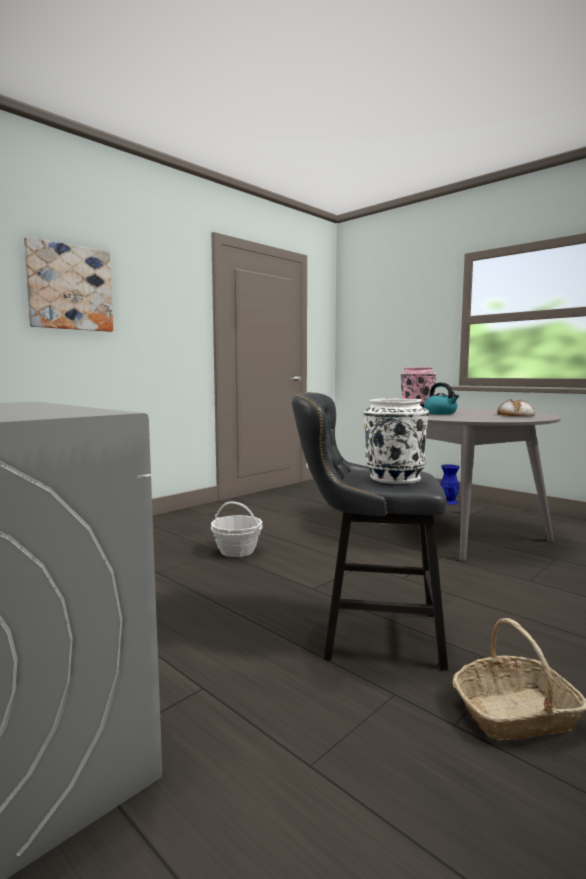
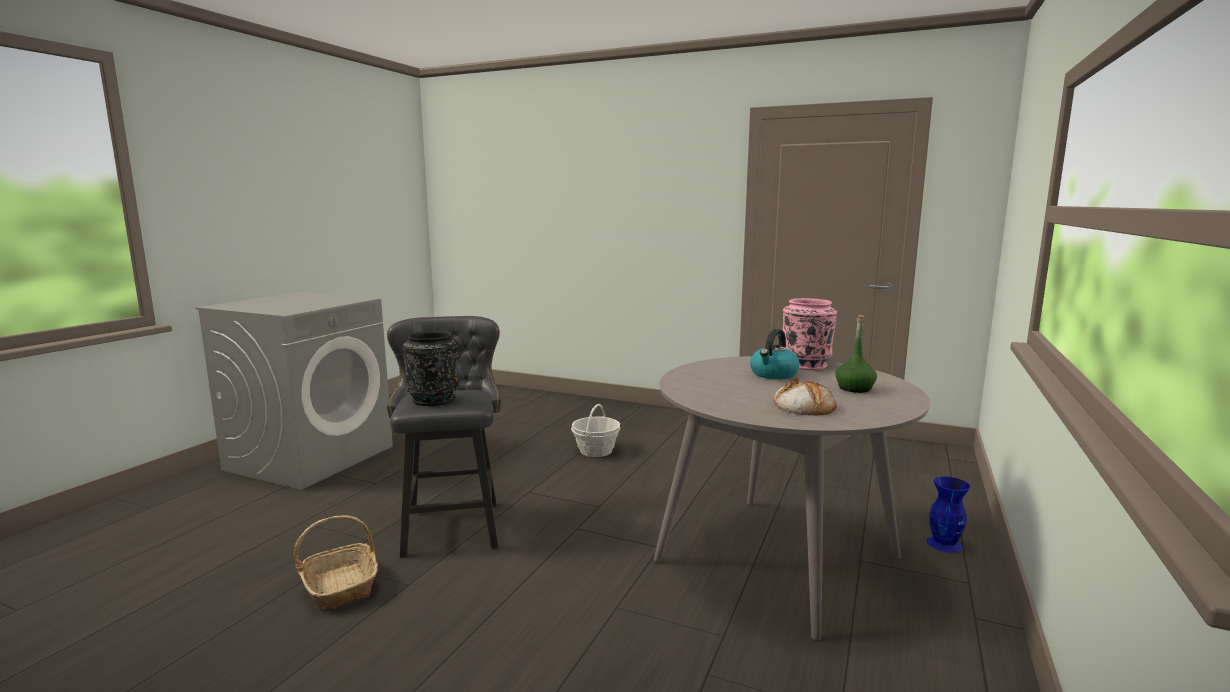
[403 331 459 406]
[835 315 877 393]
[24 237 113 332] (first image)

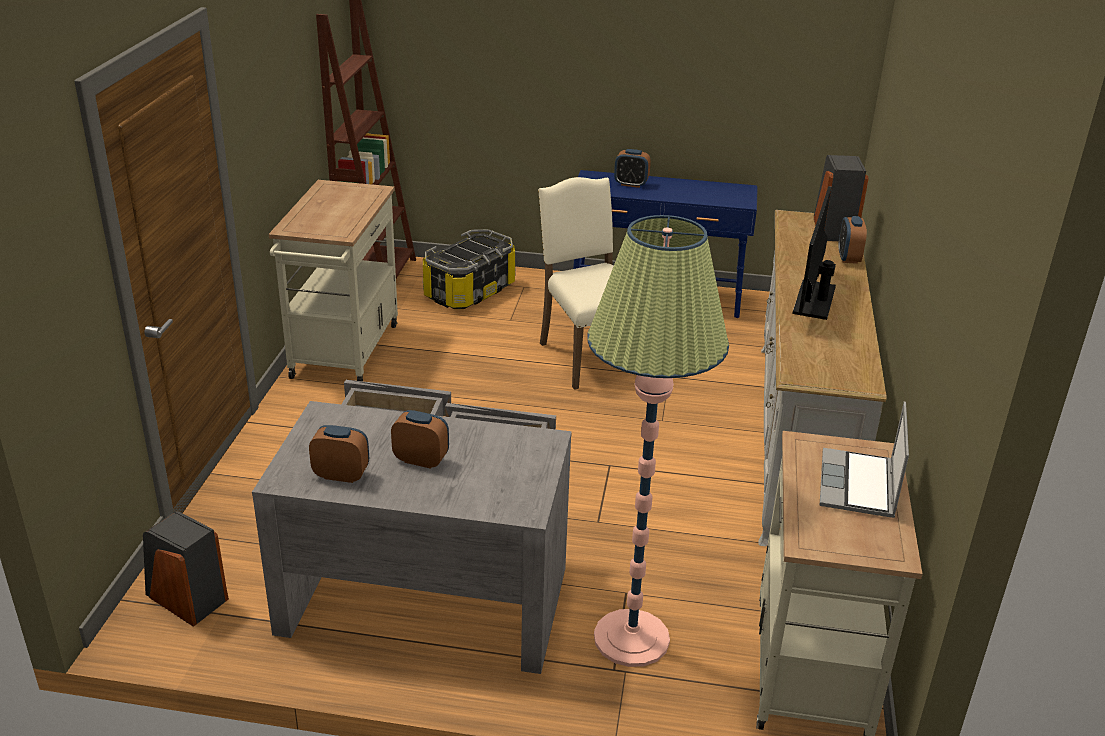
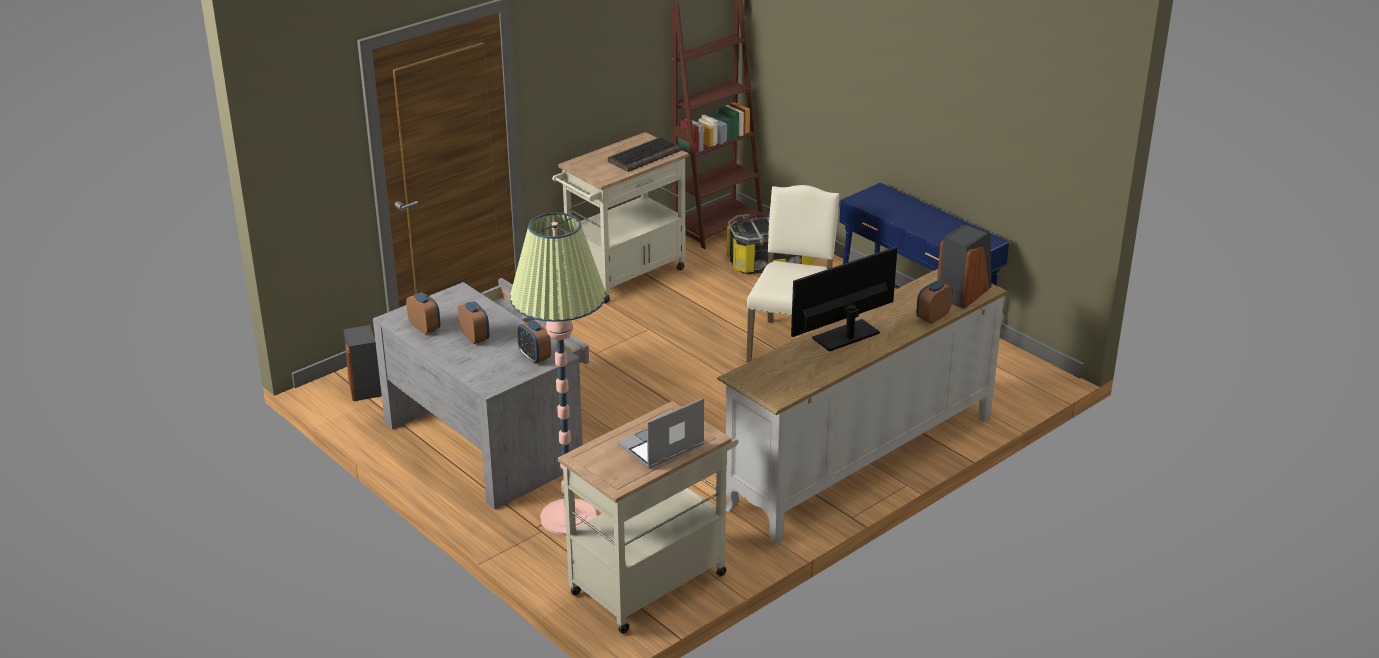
[517 320 551 364]
[608 137 681 172]

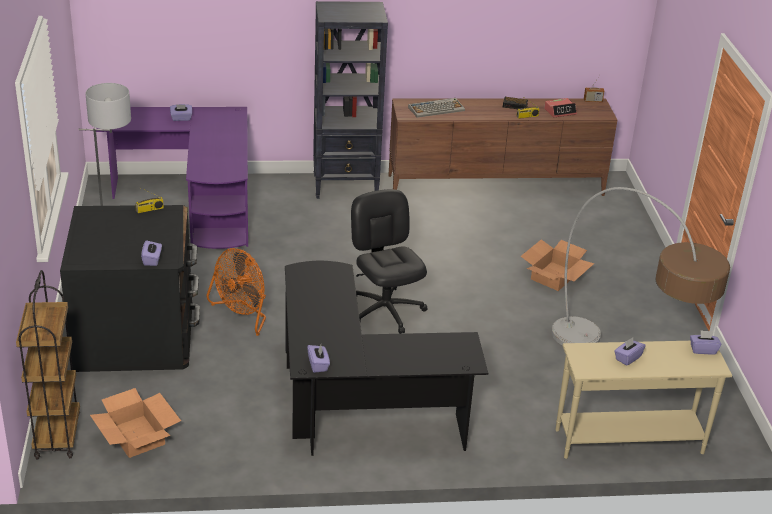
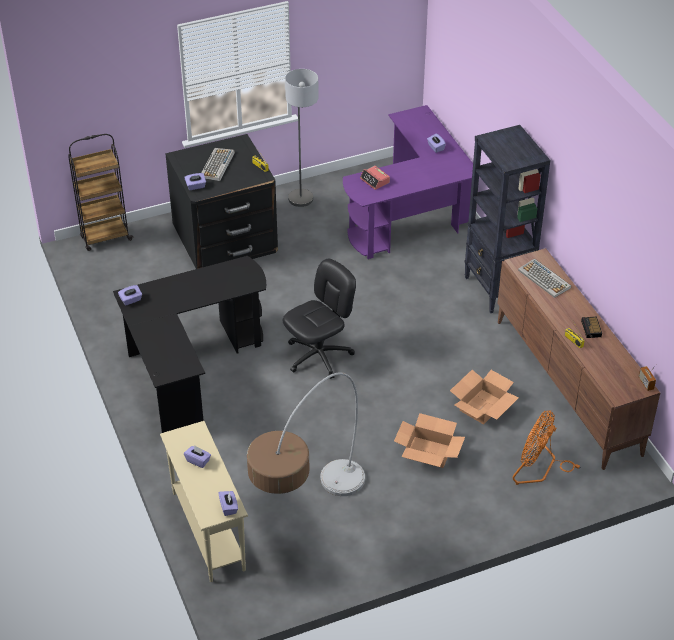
[201 148 235 181]
[360 166 390 190]
[450 370 519 424]
[513 410 581 485]

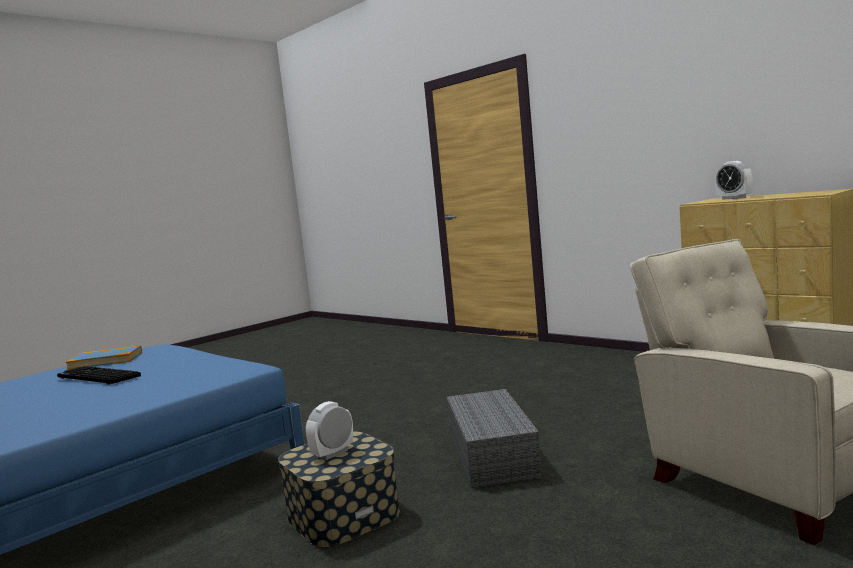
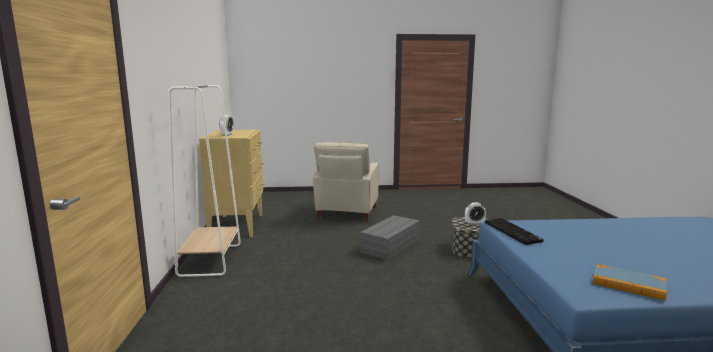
[168 85 241 277]
[485 218 544 245]

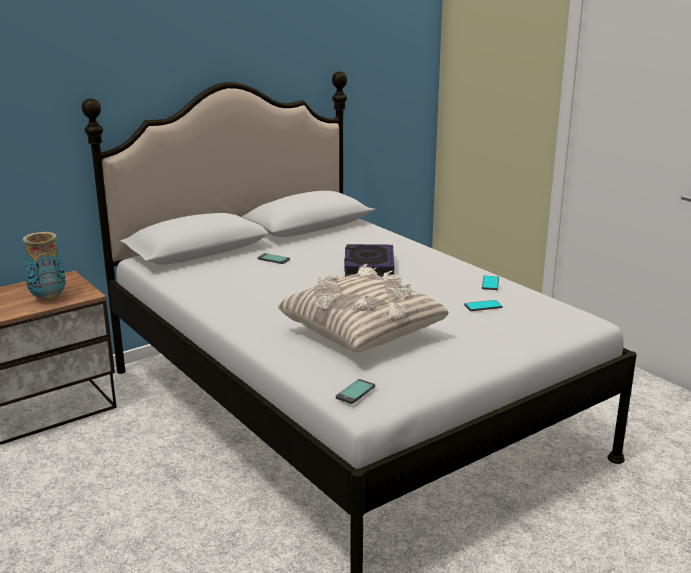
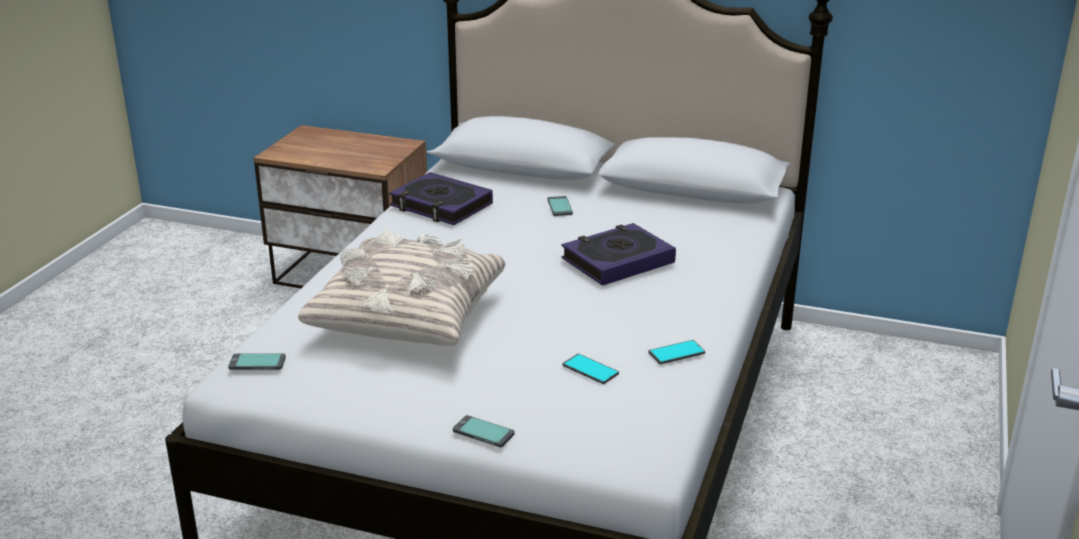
[389 172 493 225]
[453 415 514 447]
[23 232 66 301] (first image)

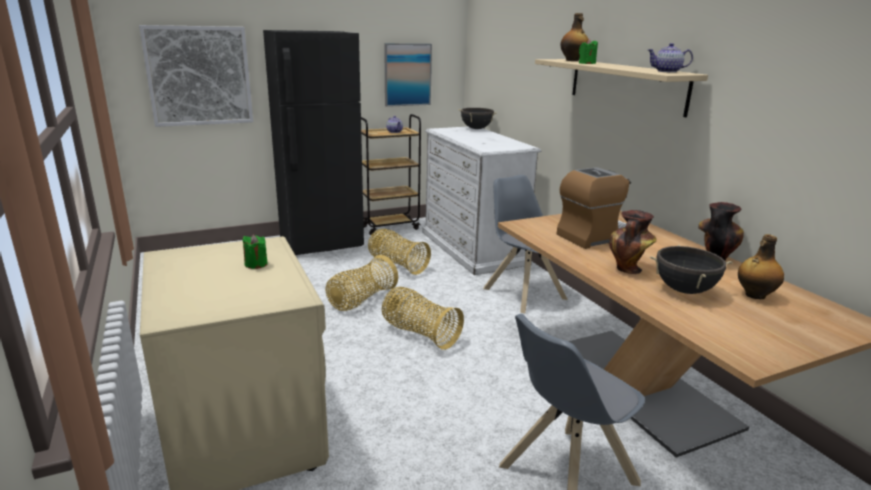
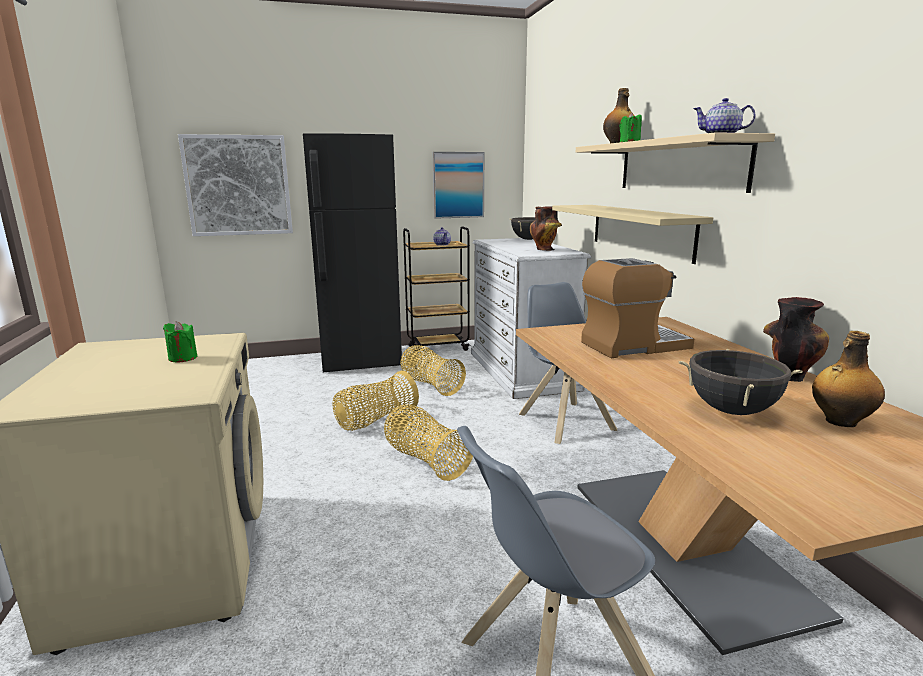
[530 206 562 251]
[552 205 713 264]

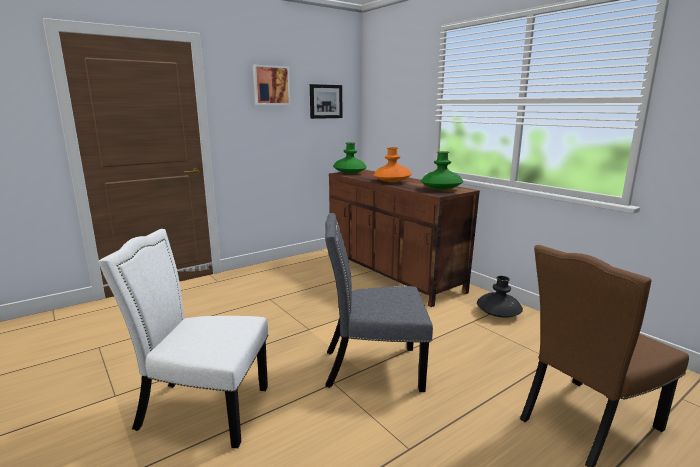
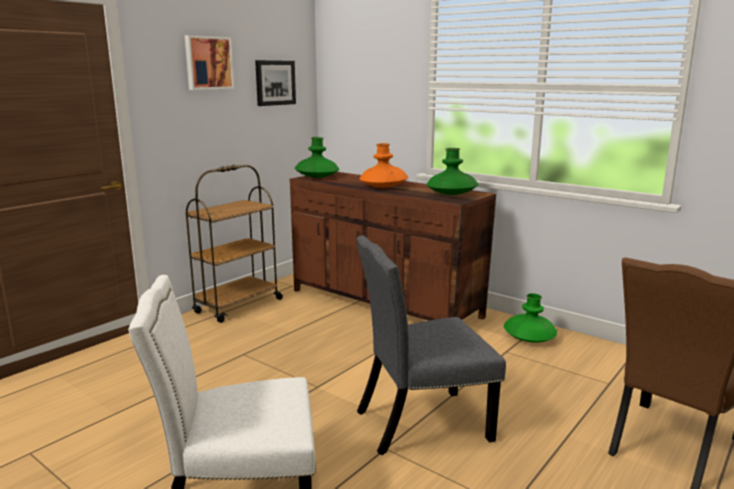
[186 165 283 323]
[504 293 557 343]

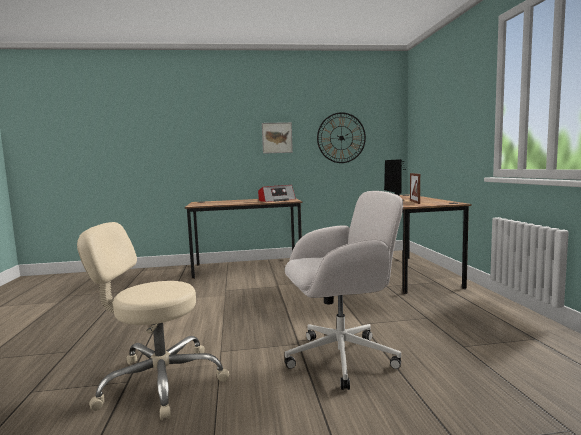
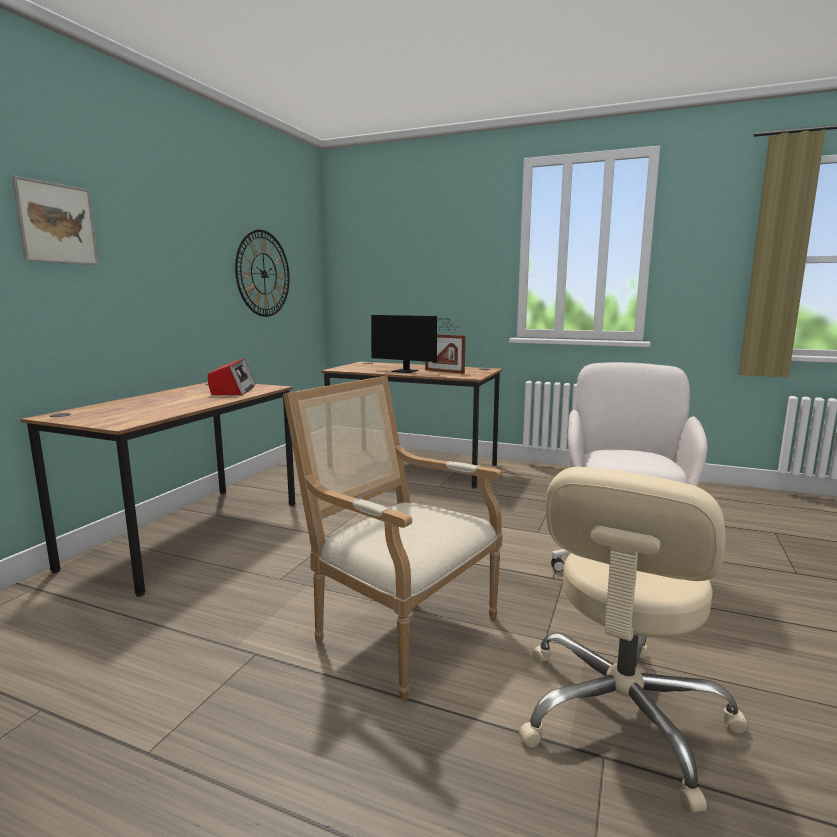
[12 176 99 265]
[283 376 503 700]

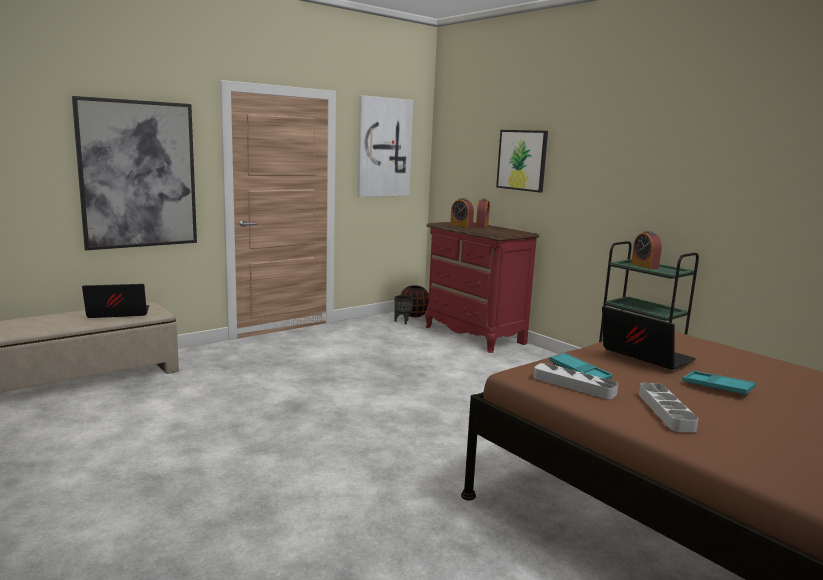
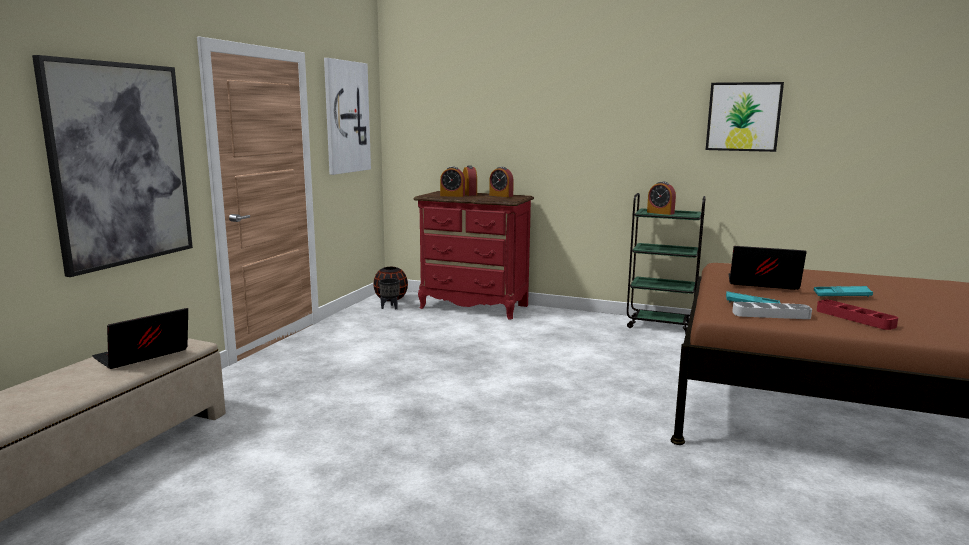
[489 167 514 197]
[706 82 784 152]
[817 300 898 330]

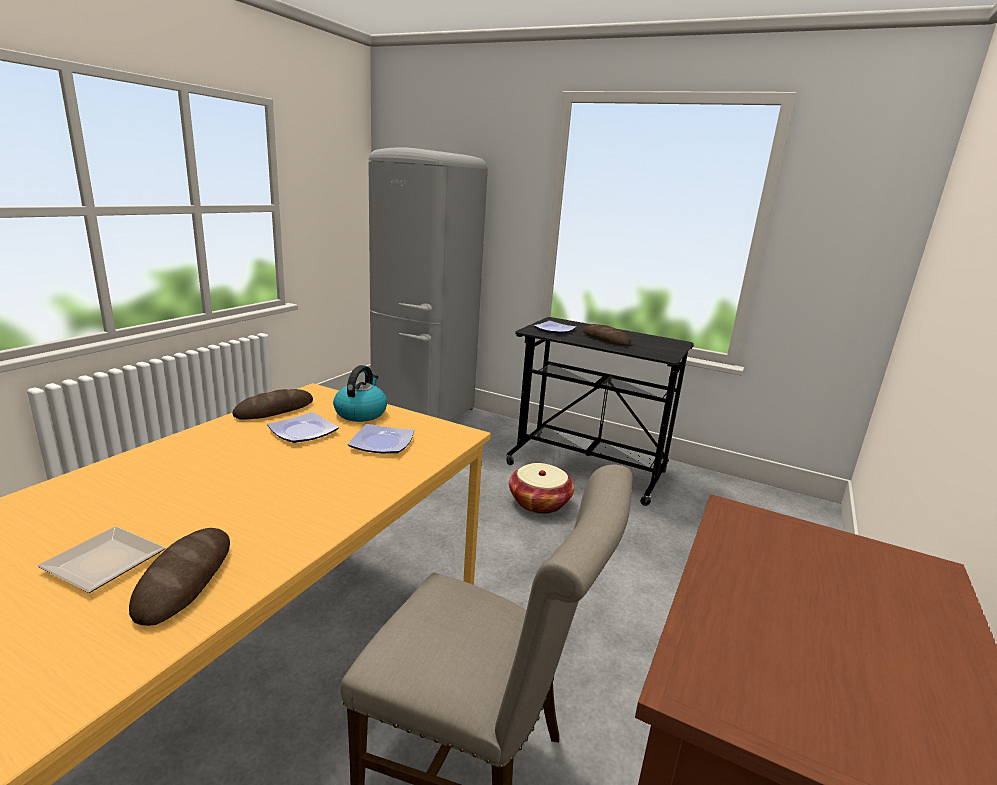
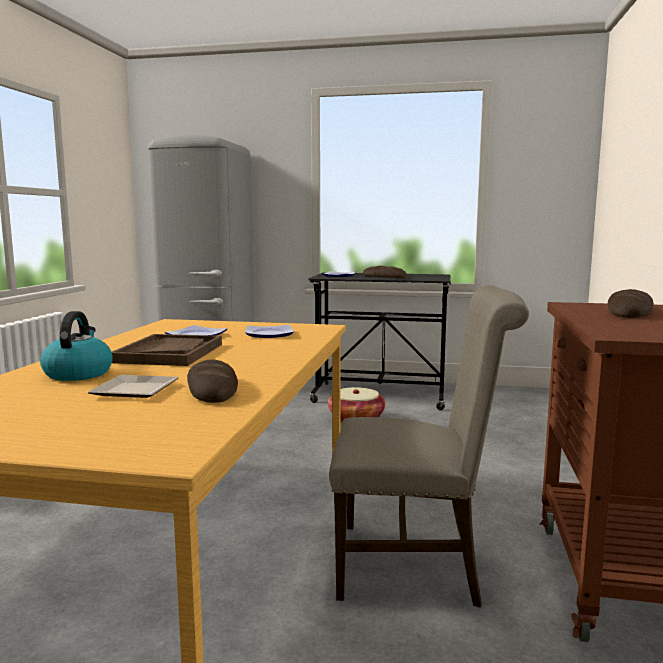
[40 311 113 381]
[112 334 222 366]
[608 289 654 318]

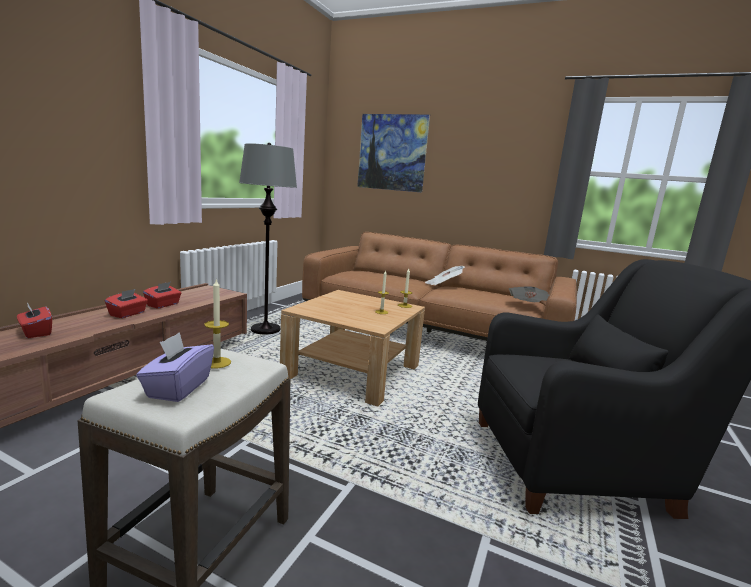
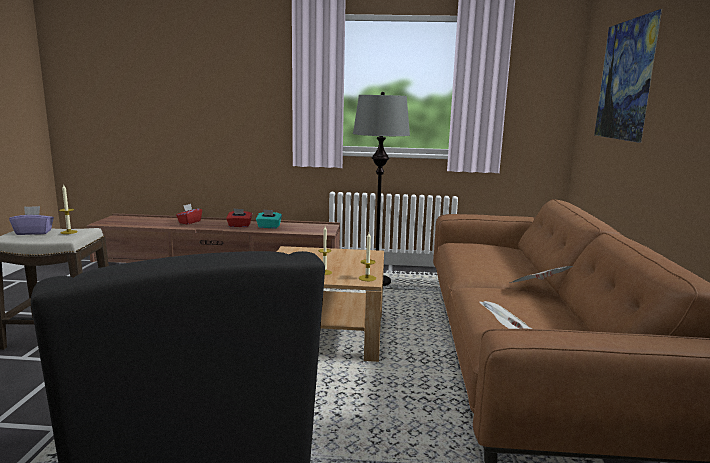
[256 209 282 228]

